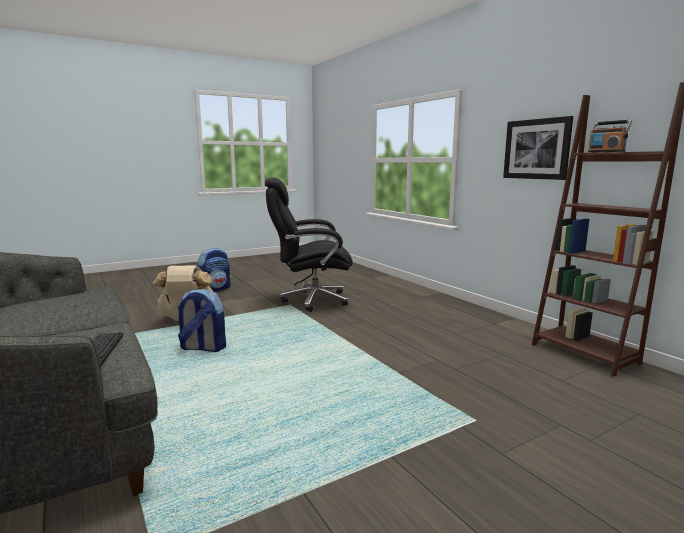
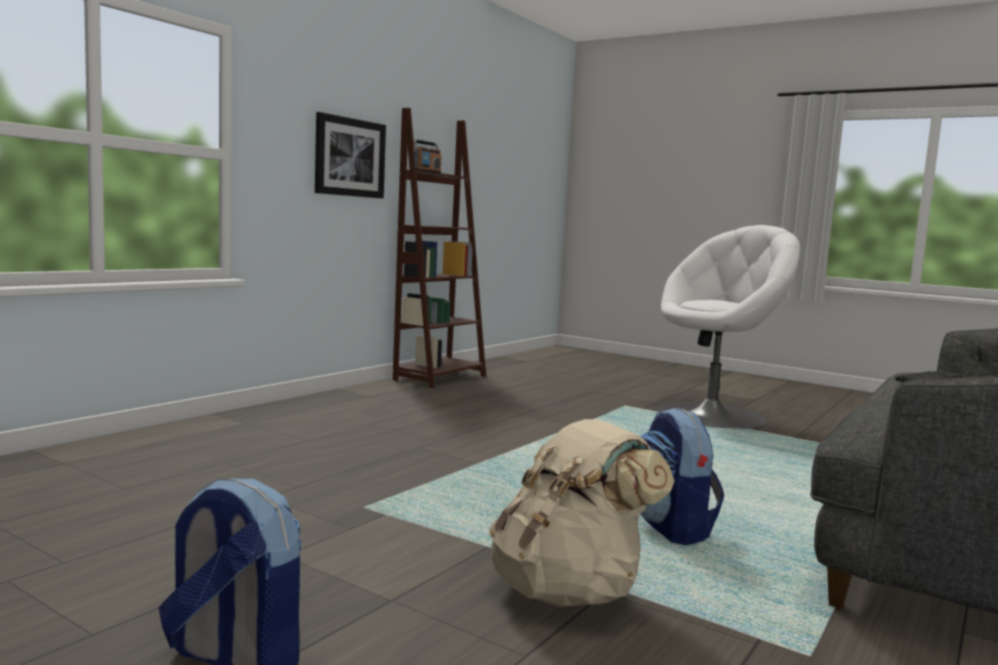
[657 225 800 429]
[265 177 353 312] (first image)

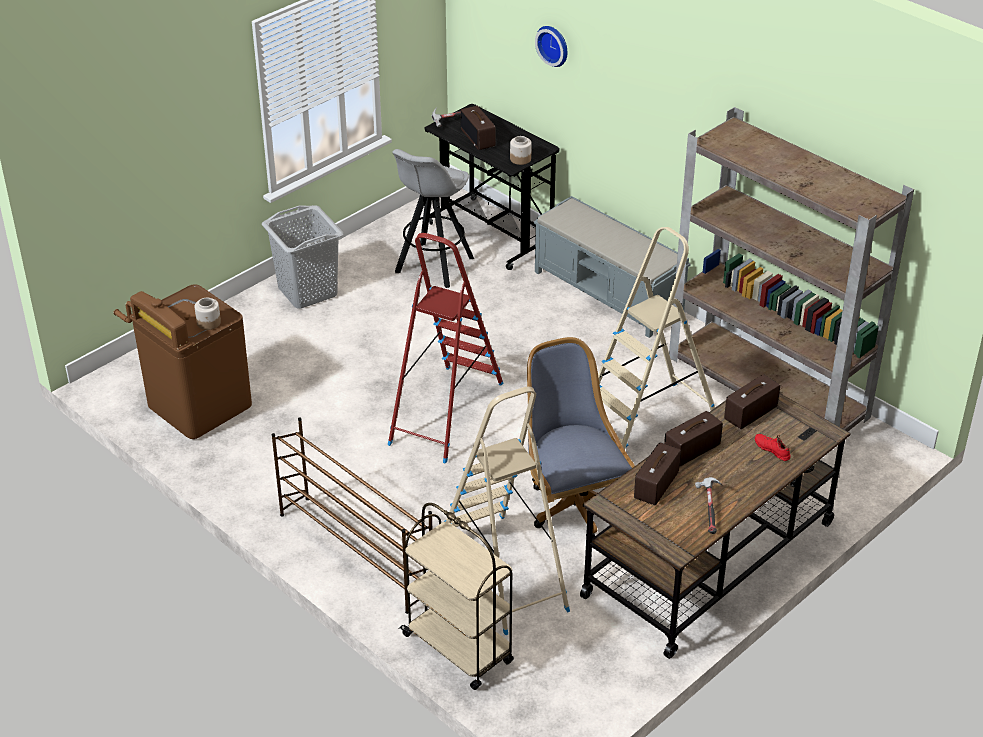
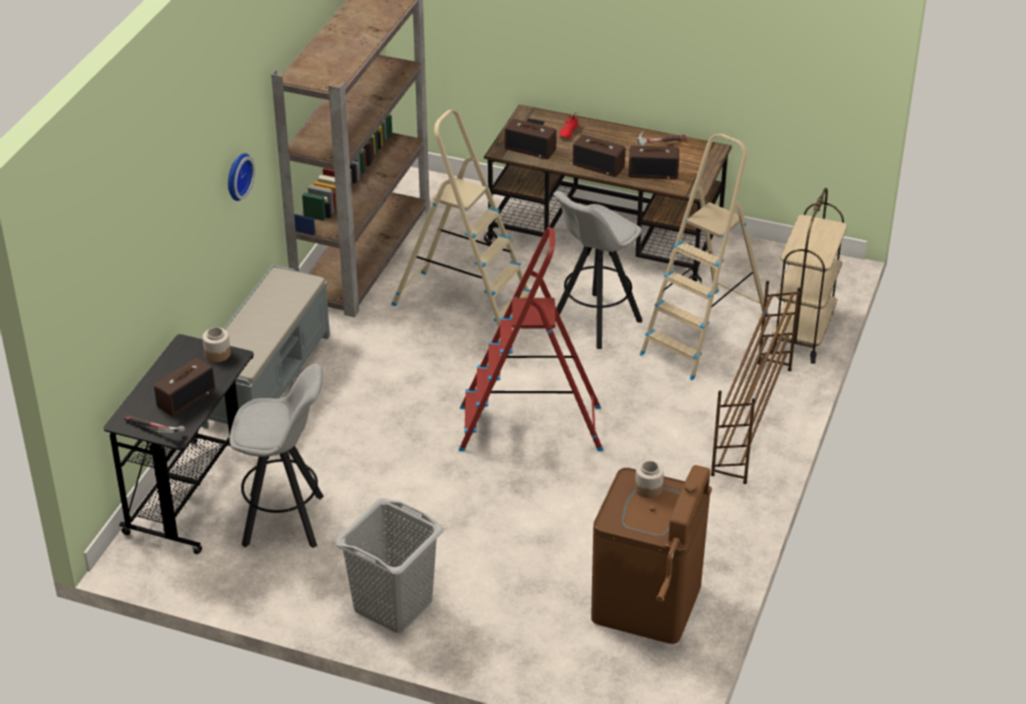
[228 153 255 201]
[553 191 642 349]

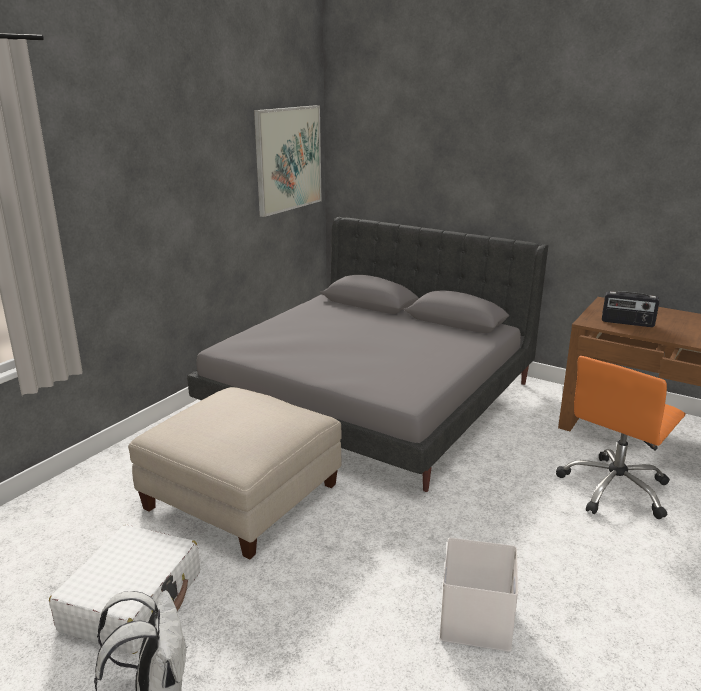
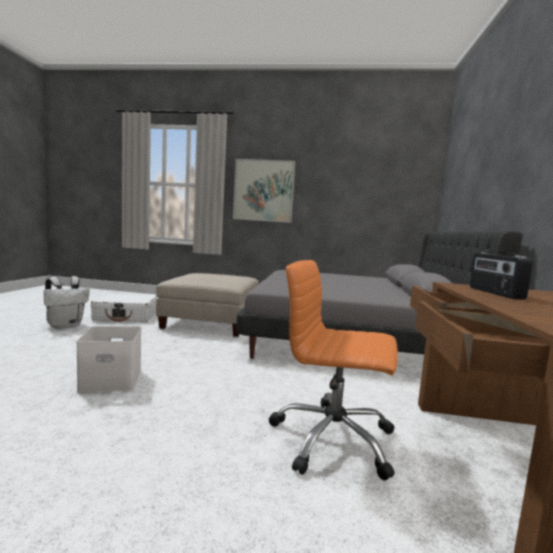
[233 159 296 223]

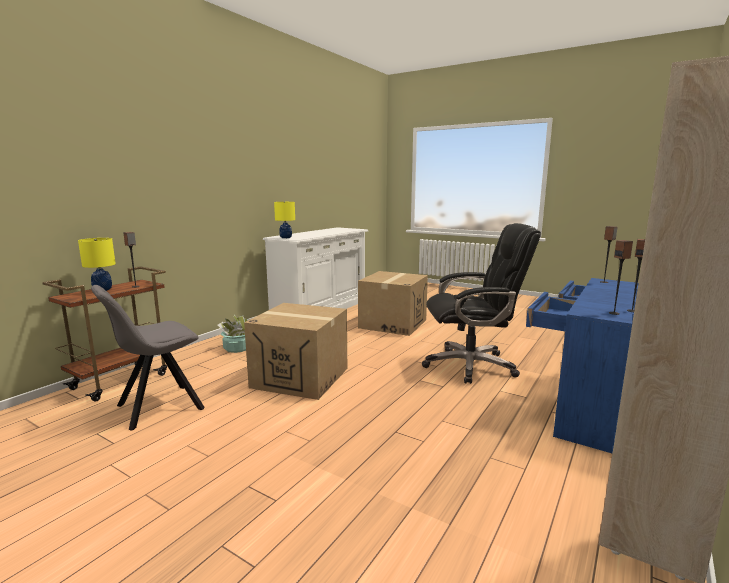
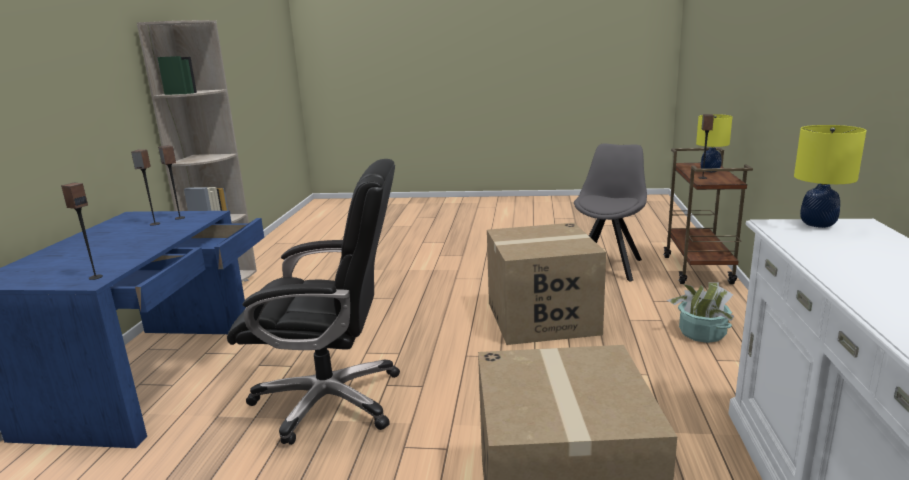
[227 159 400 445]

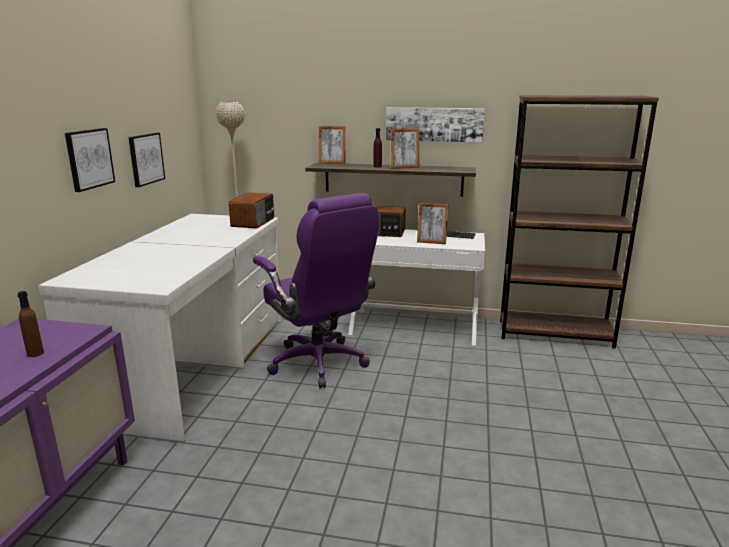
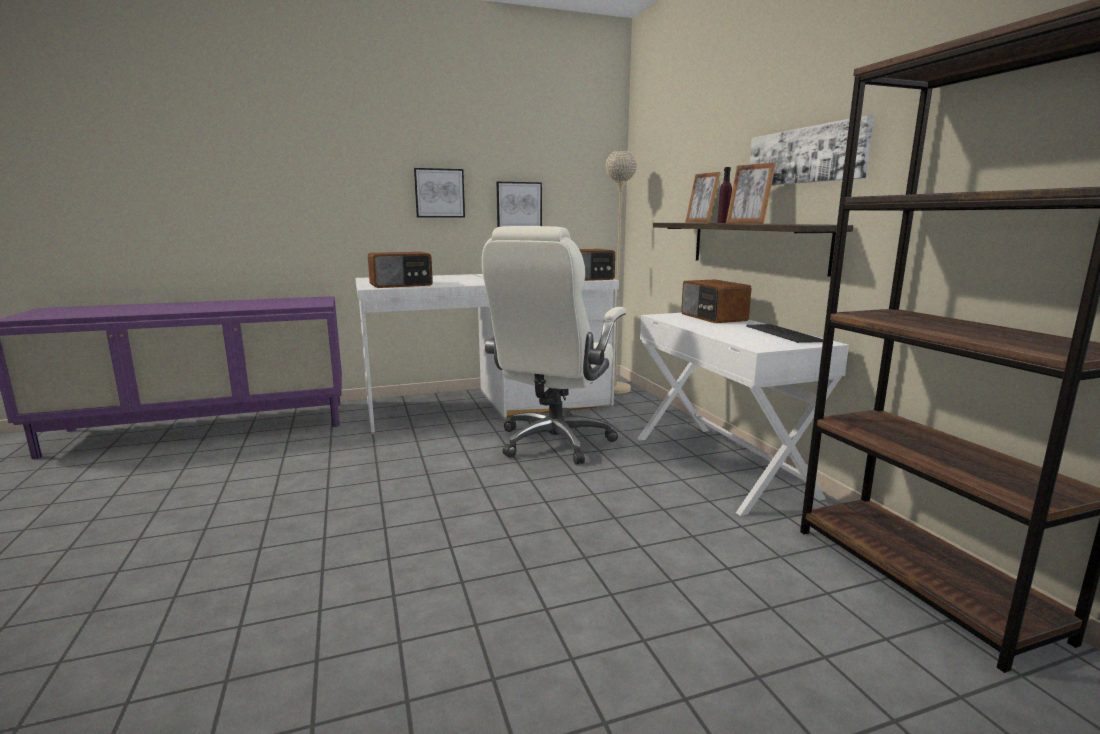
[368 252 433 288]
[482 226 626 465]
[18 291 44 357] (first image)
[417 203 449 244] (first image)

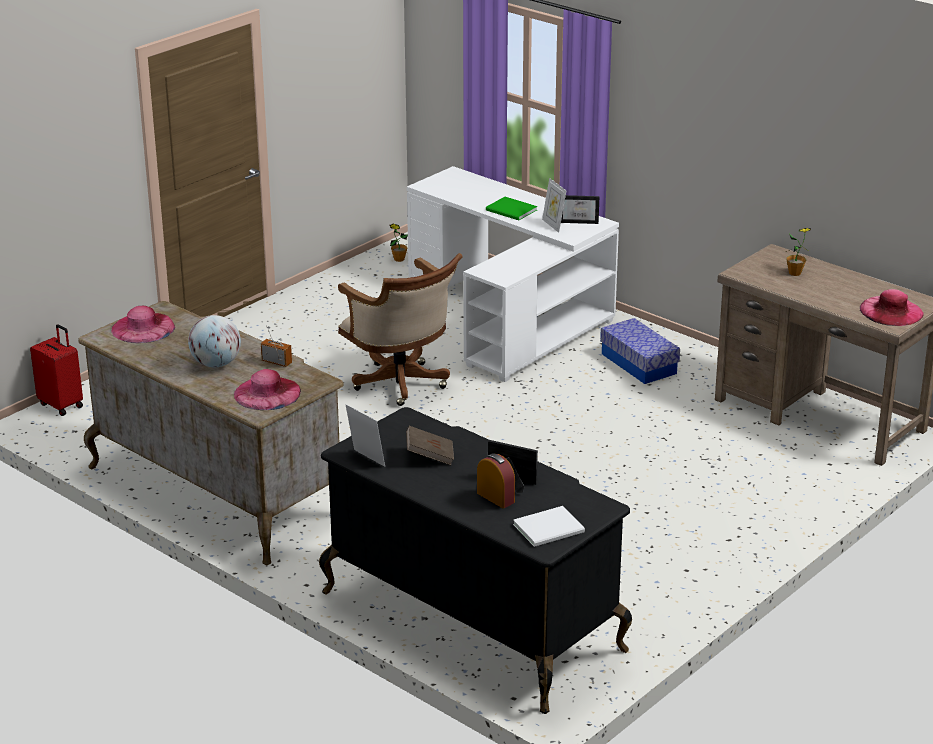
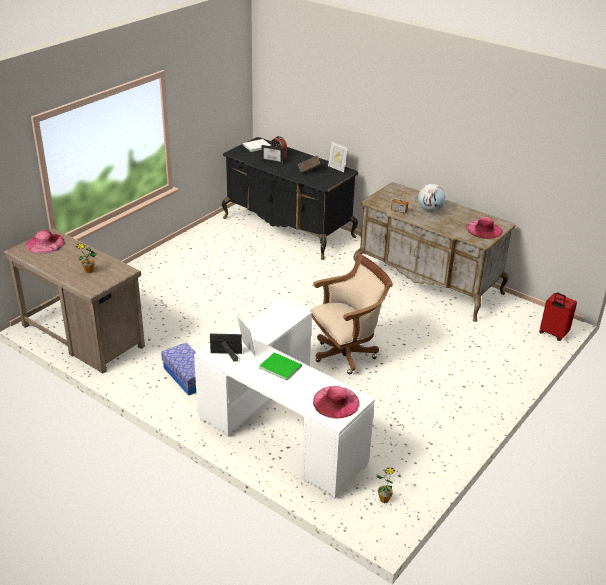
[310 254 393 374]
[313 386 360 418]

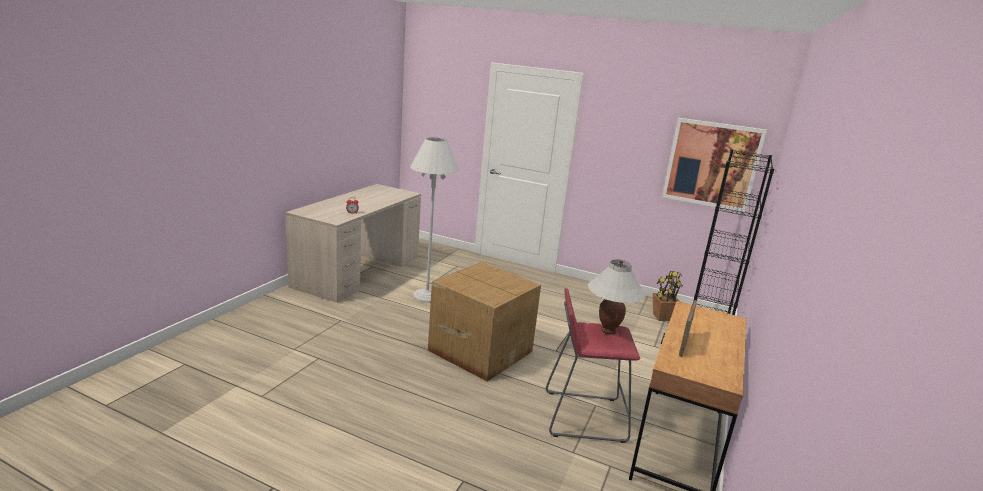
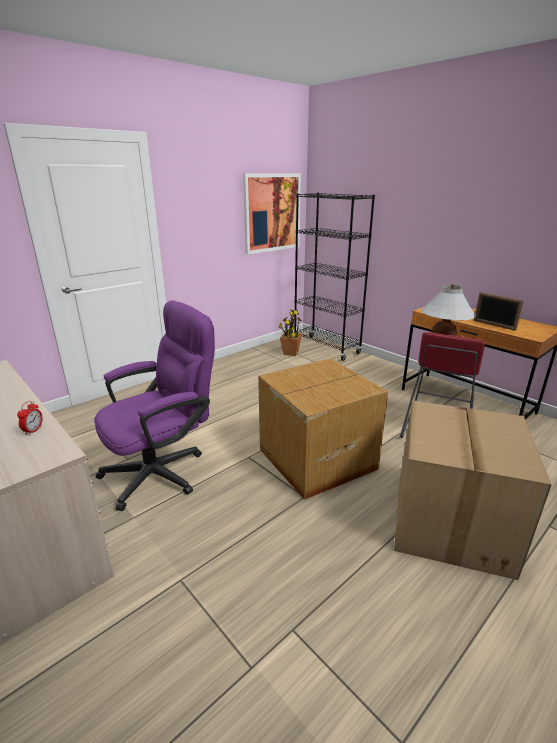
[94 300 215 511]
[394 400 552 580]

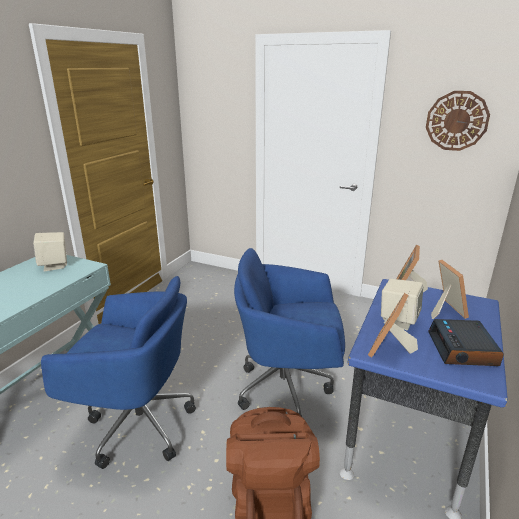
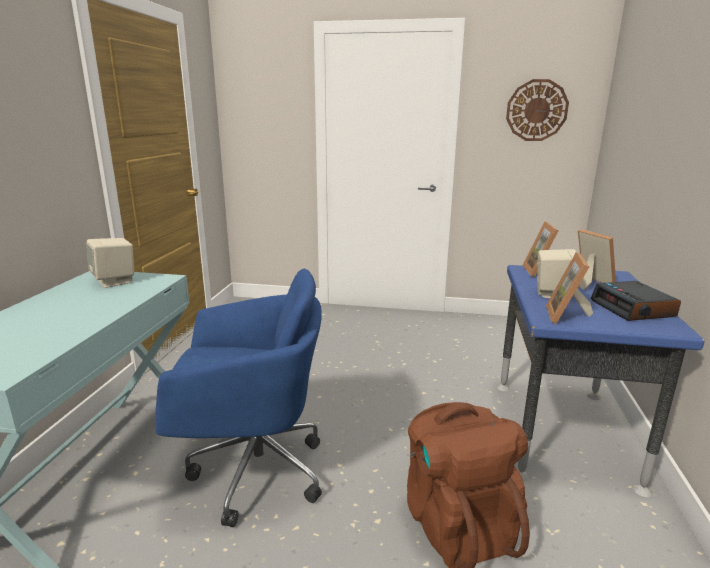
[234 248 345 417] (first image)

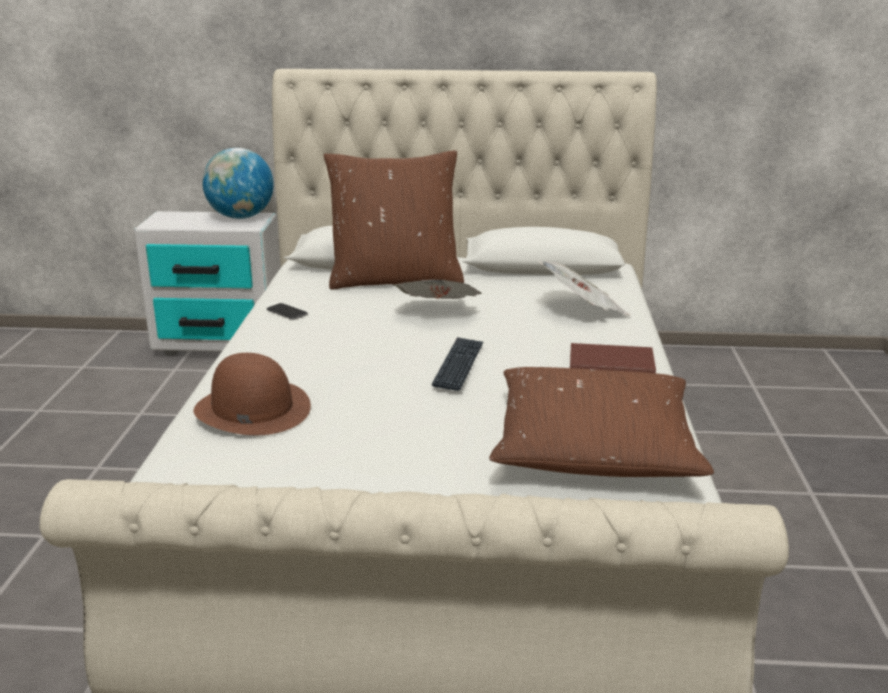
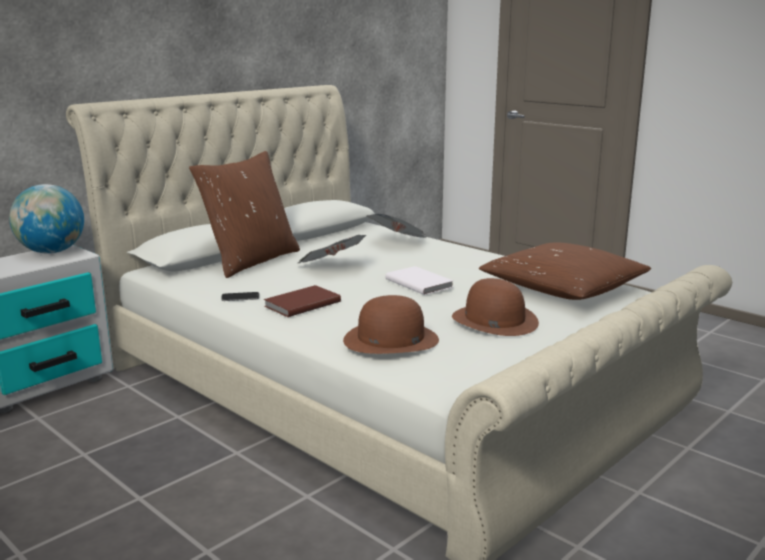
[264 285 341 317]
[385 266 453 295]
[452 278 539 336]

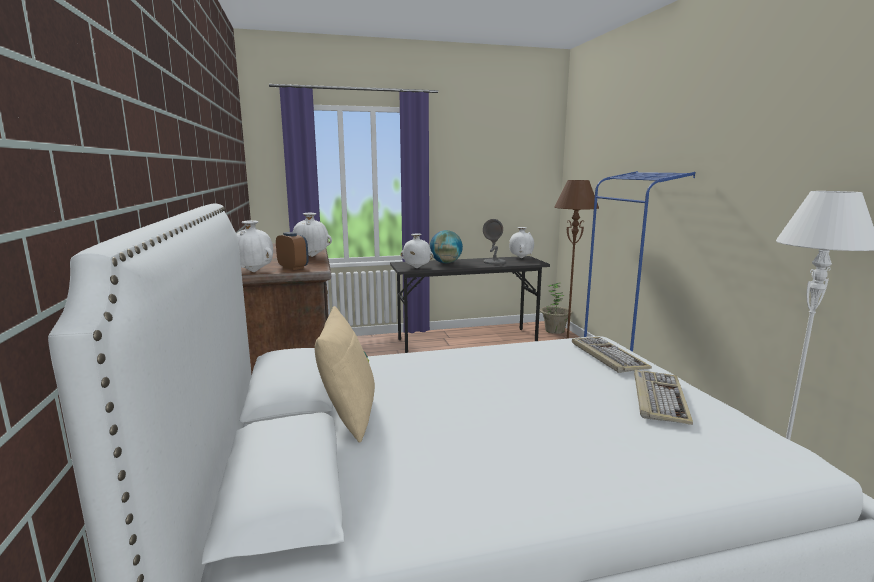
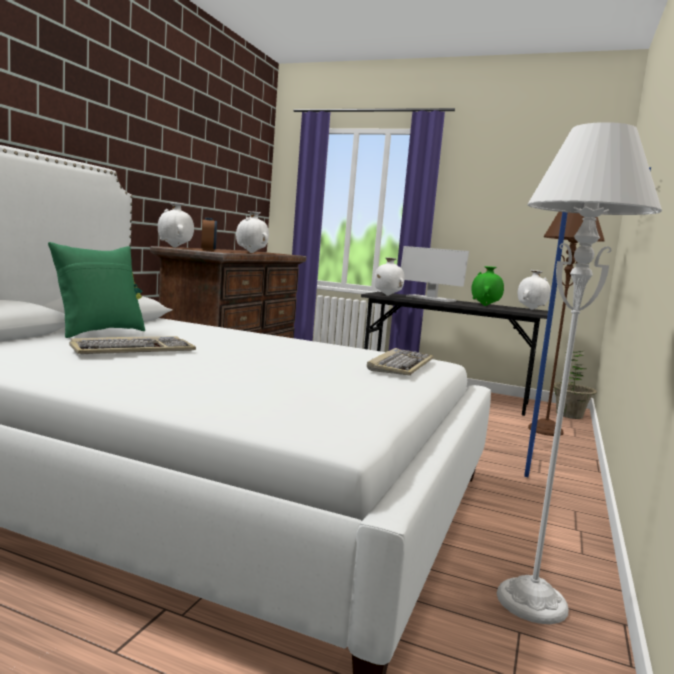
[48 242 145 338]
[69 336 196 354]
[401 246 469 302]
[471 266 504 306]

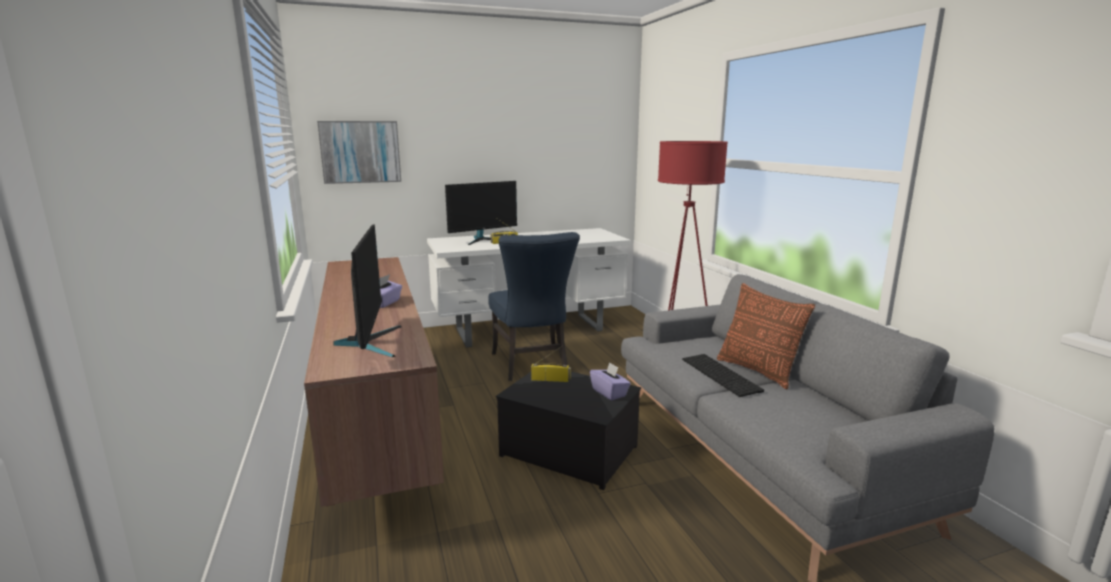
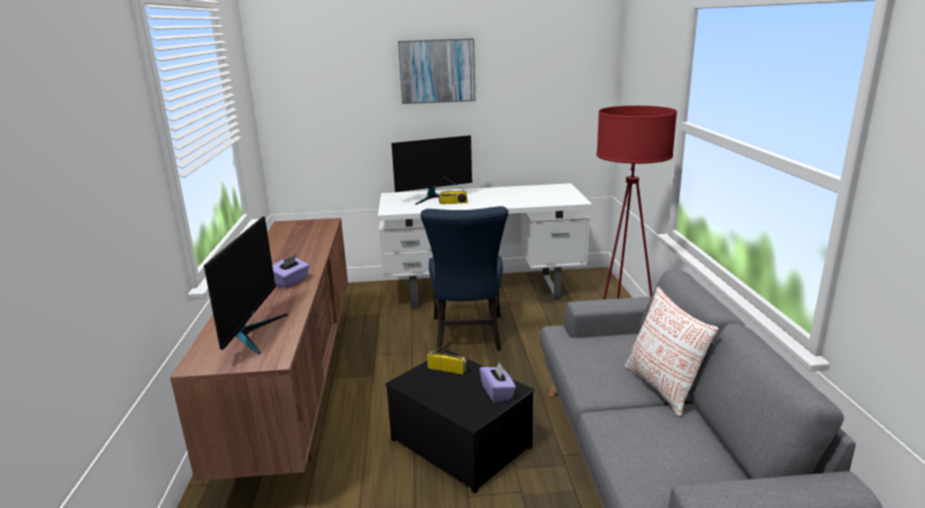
[398 38 475 104]
[625 287 719 417]
[682 354 764 397] (first image)

